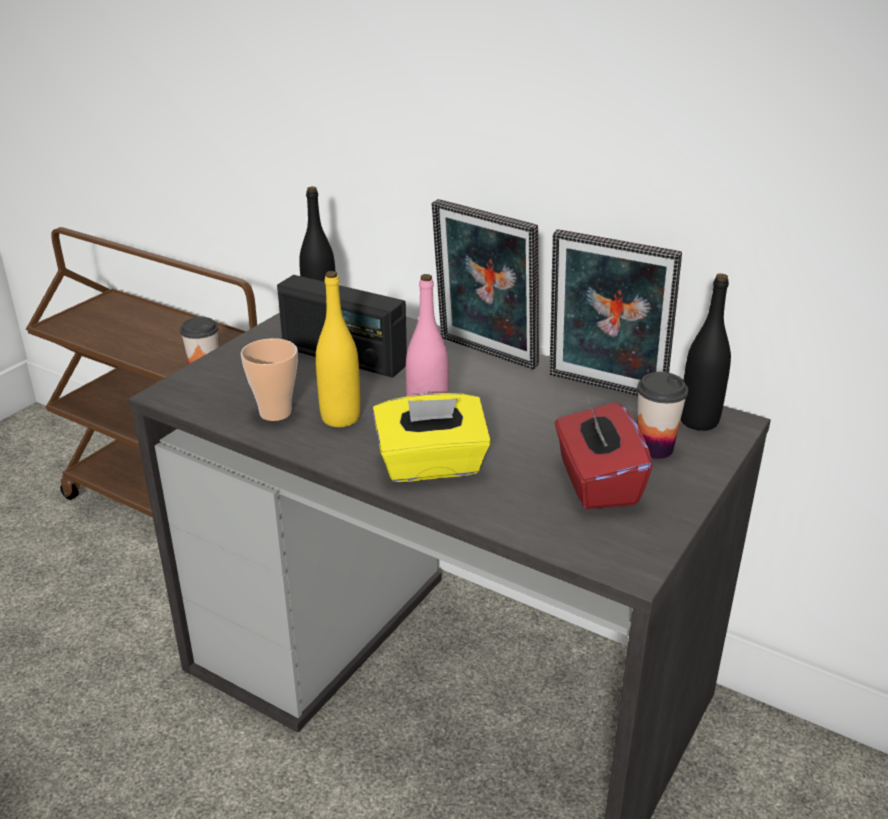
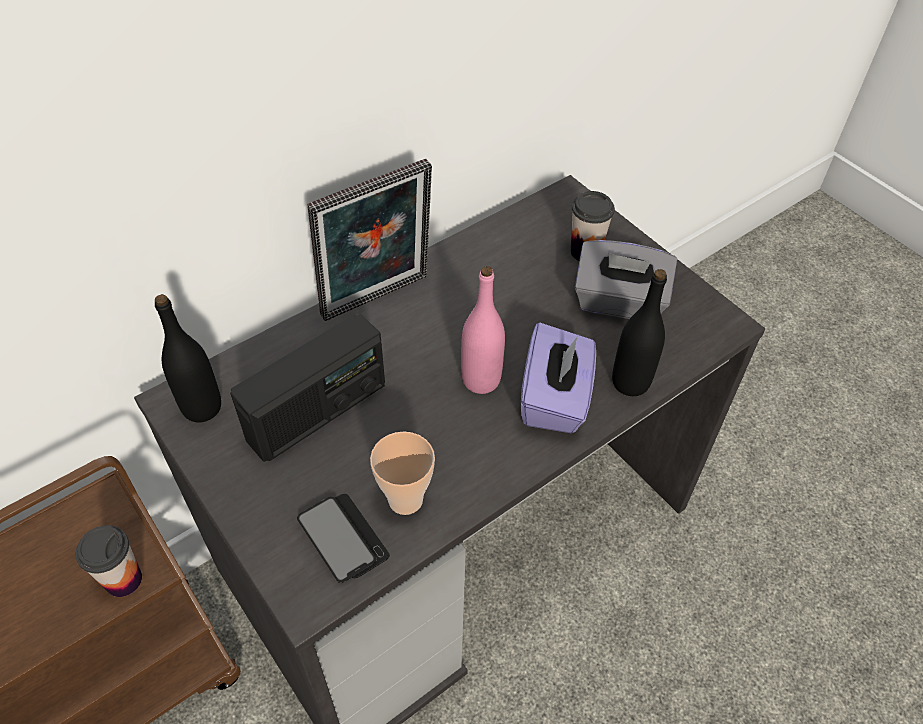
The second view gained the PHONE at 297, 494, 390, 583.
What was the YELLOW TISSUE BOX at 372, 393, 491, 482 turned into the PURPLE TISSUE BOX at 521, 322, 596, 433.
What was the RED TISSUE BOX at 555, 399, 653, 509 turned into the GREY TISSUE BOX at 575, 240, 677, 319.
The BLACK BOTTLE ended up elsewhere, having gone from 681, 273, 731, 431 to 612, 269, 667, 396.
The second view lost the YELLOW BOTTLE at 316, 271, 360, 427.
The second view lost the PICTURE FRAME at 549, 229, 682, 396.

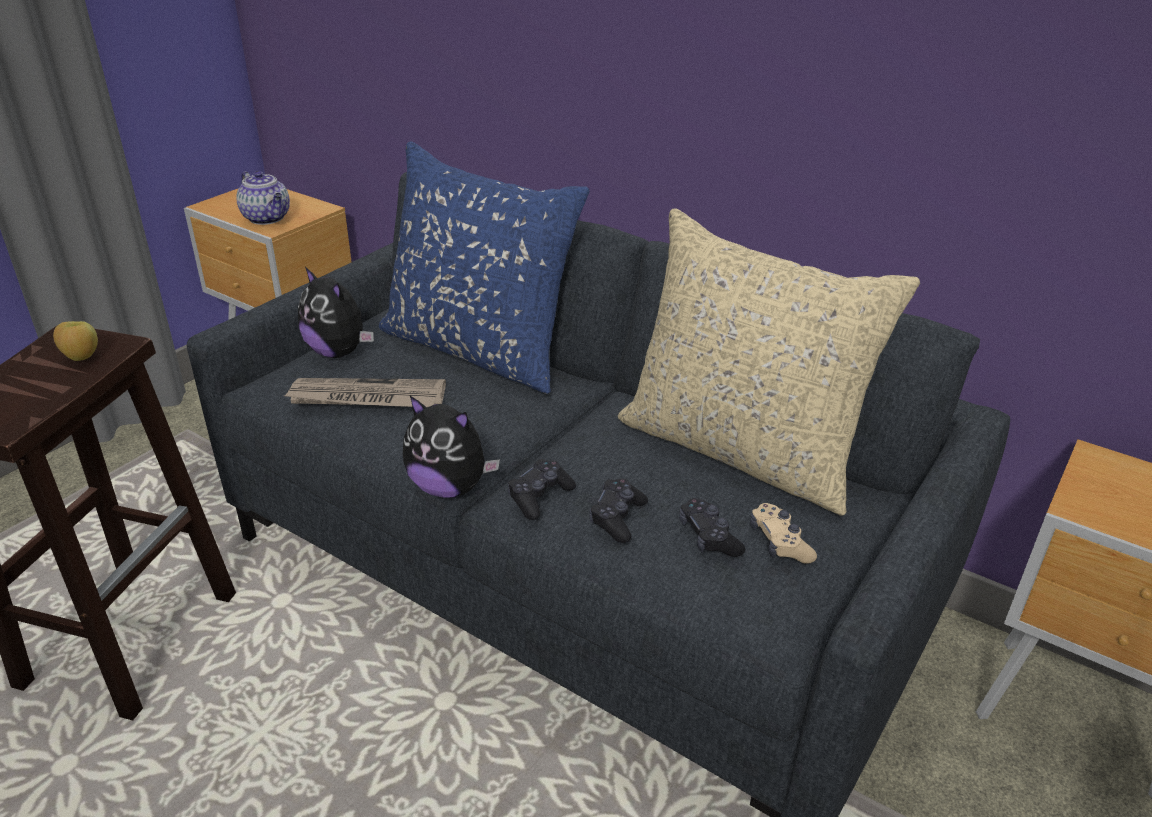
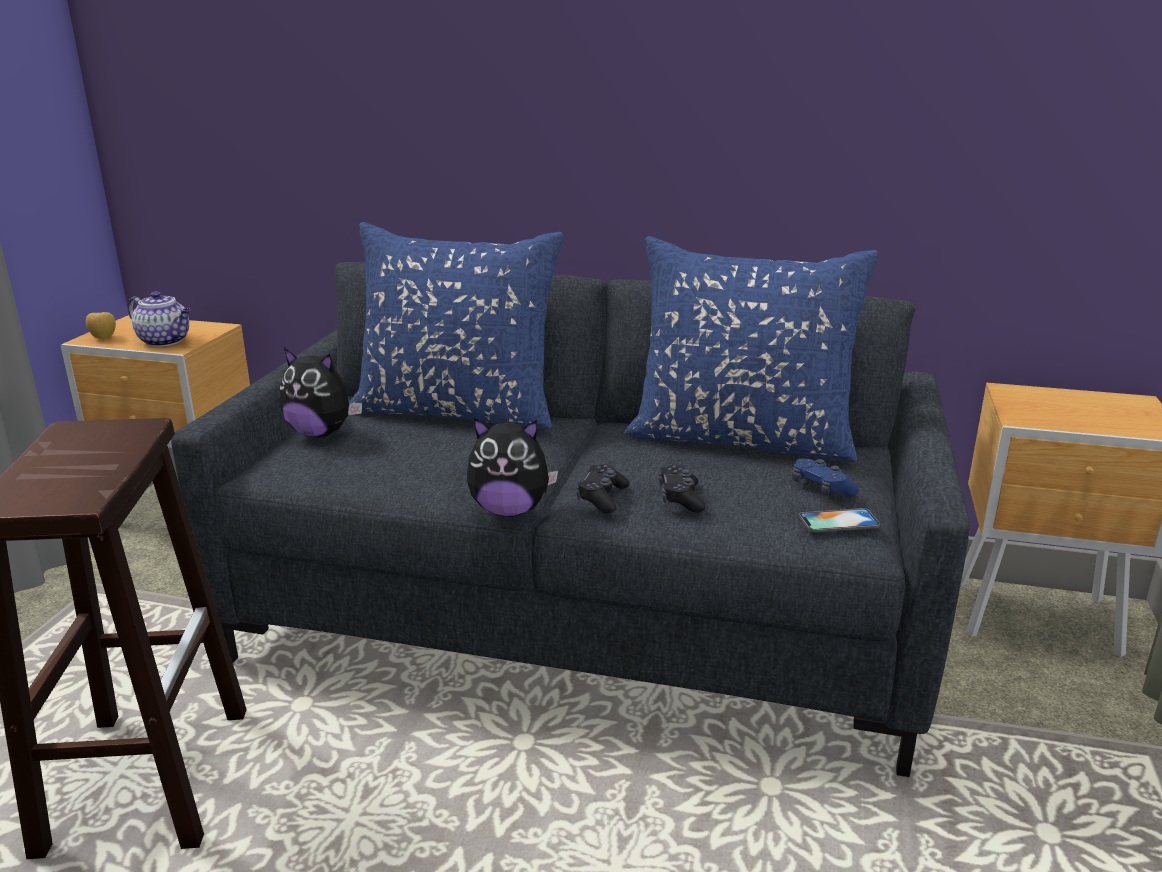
The APPLE ended up elsewhere, having gone from 53, 321, 98, 361 to 86, 312, 116, 339.
What was the BEIGE PILLOW at 618, 208, 920, 516 turned into the BLUE PILLOW at 624, 236, 879, 462.
What was the BEIGE GAME CONTROLLER at 750, 503, 817, 564 turned into the BLUE GAME CONTROLLER at 792, 459, 859, 496.
The second view gained the PHONE at 799, 508, 880, 533.
The second view lost the NEWSPAPER at 285, 378, 446, 407.
The second view lost the BLACK GAME CONTROLLER at 679, 498, 745, 557.

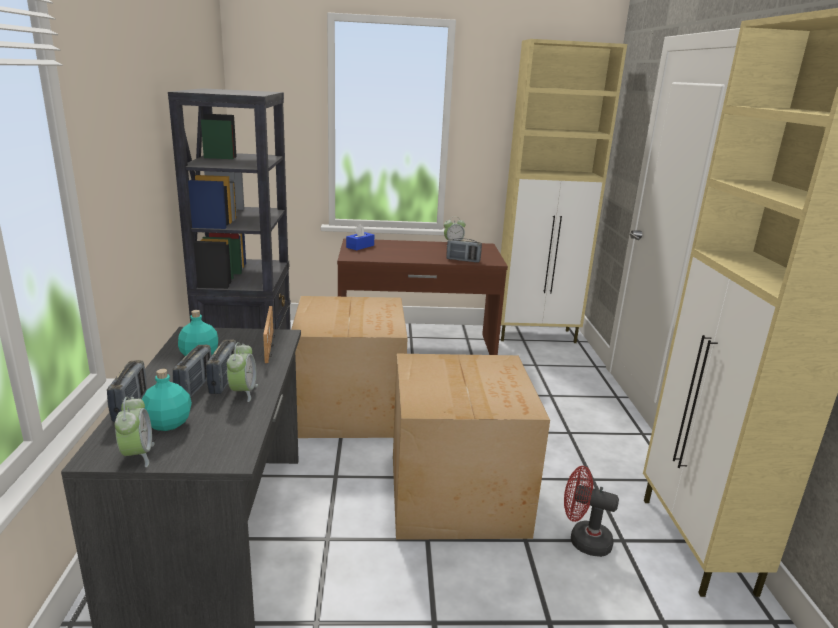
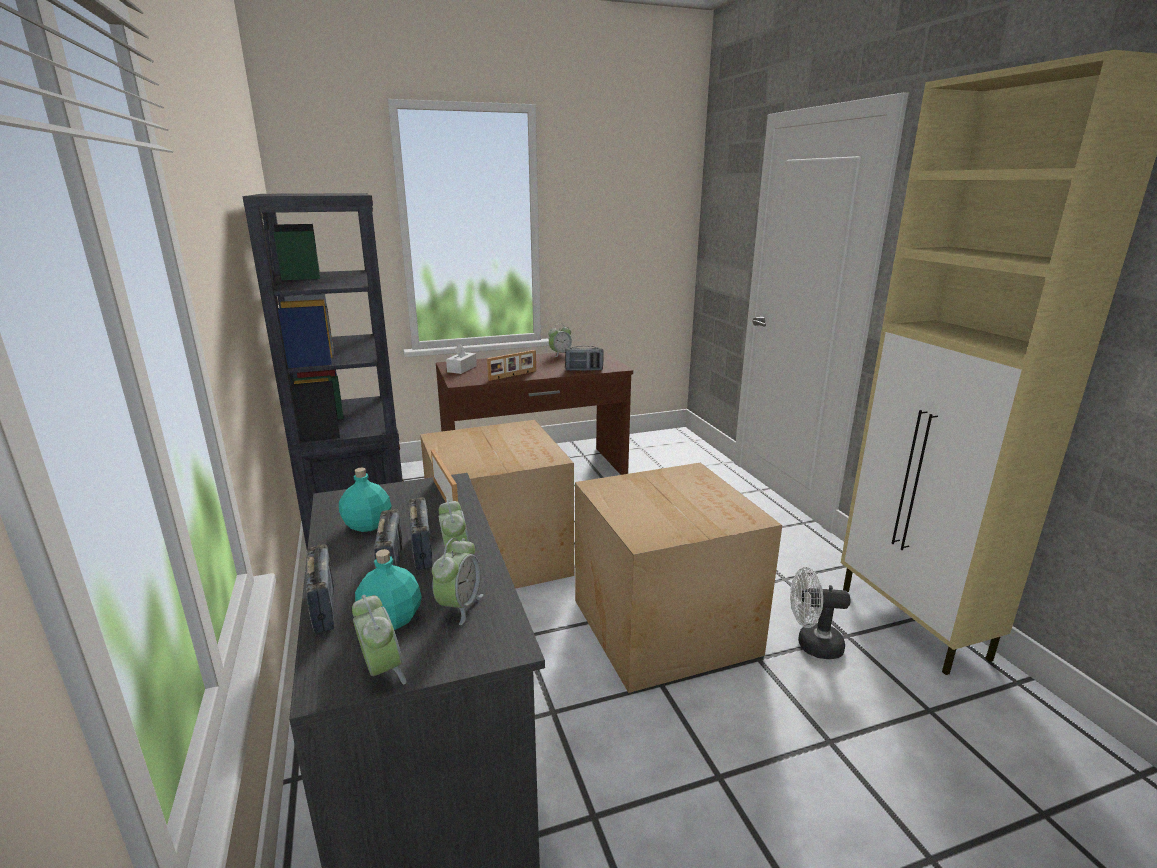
The second view gained the ALARM CLOCK at 432, 538, 483, 625.
What was the BLUE TISSUE BOX at 346, 224, 374, 251 turned into the WHITE TISSUE BOX at 446, 343, 477, 374.
The second view gained the PICTURE FRAME at 487, 350, 536, 381.
What was the RED FAN at 564, 466, 619, 557 turned into the WHITE FAN at 790, 567, 850, 659.
The second view lost the BEIGE CABINET at 501, 39, 627, 343.

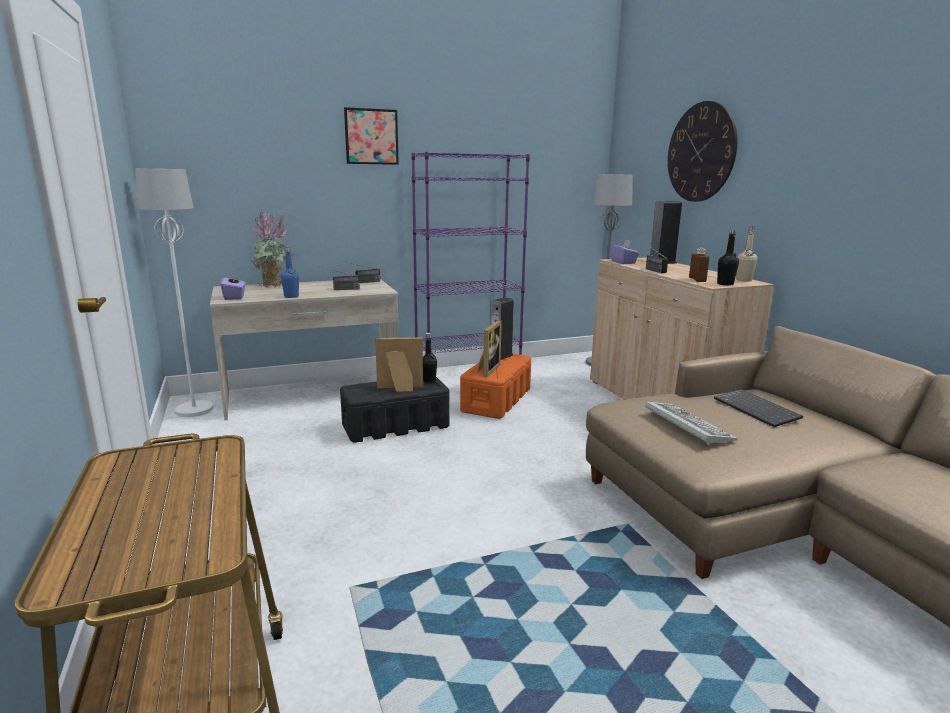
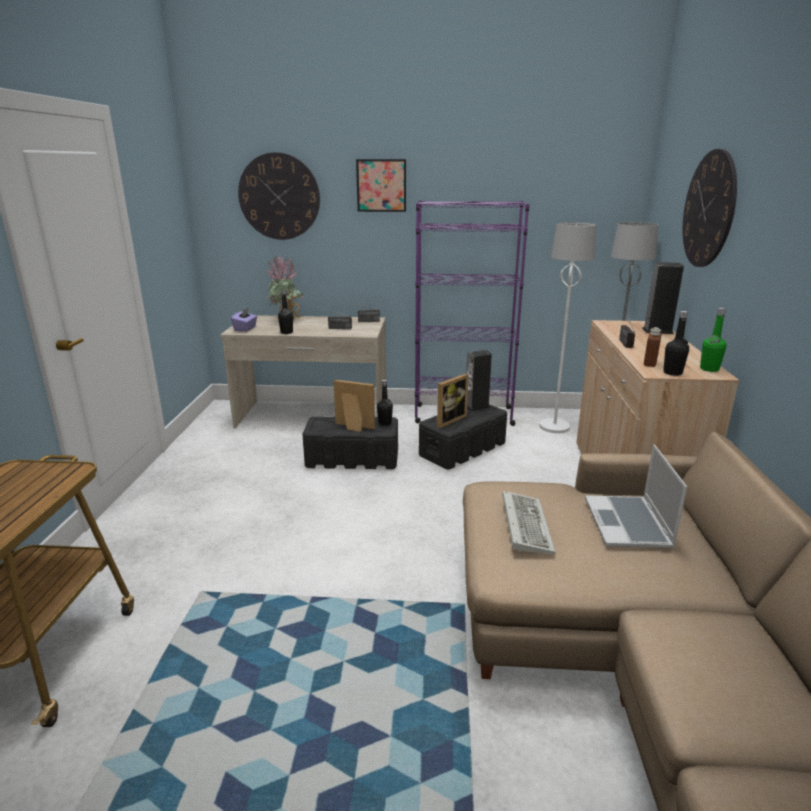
The second view gained the WALL CLOCK at 238, 152, 320, 240.
What was the BLUE BOTTLE at 281, 247, 299, 298 turned into the BLACK BOTTLE at 278, 290, 293, 334.
What was the ORANGE STORAGE BOX at 460, 353, 531, 419 turned into the BLACK STORAGE BOX at 419, 405, 507, 469.
The WHITE FLOOR LAMP ended up elsewhere, having gone from 135, 169, 214, 417 to 539, 222, 596, 433.
Where the KEYBOARD stood at 714, 389, 803, 427, the LAPTOP came to stand at 585, 444, 687, 548.
What was the BEIGE BOTTLE at 736, 226, 757, 281 turned into the GREEN BOTTLE at 700, 308, 727, 372.
The second view lost the PURPLE TISSUE BOX at 610, 240, 639, 264.

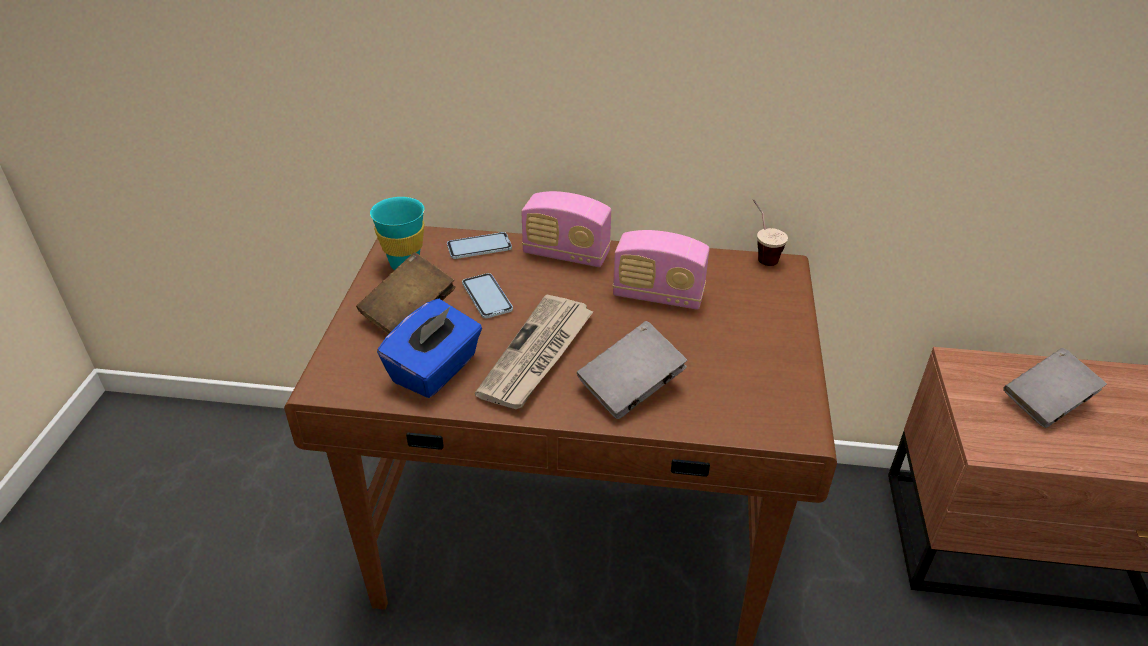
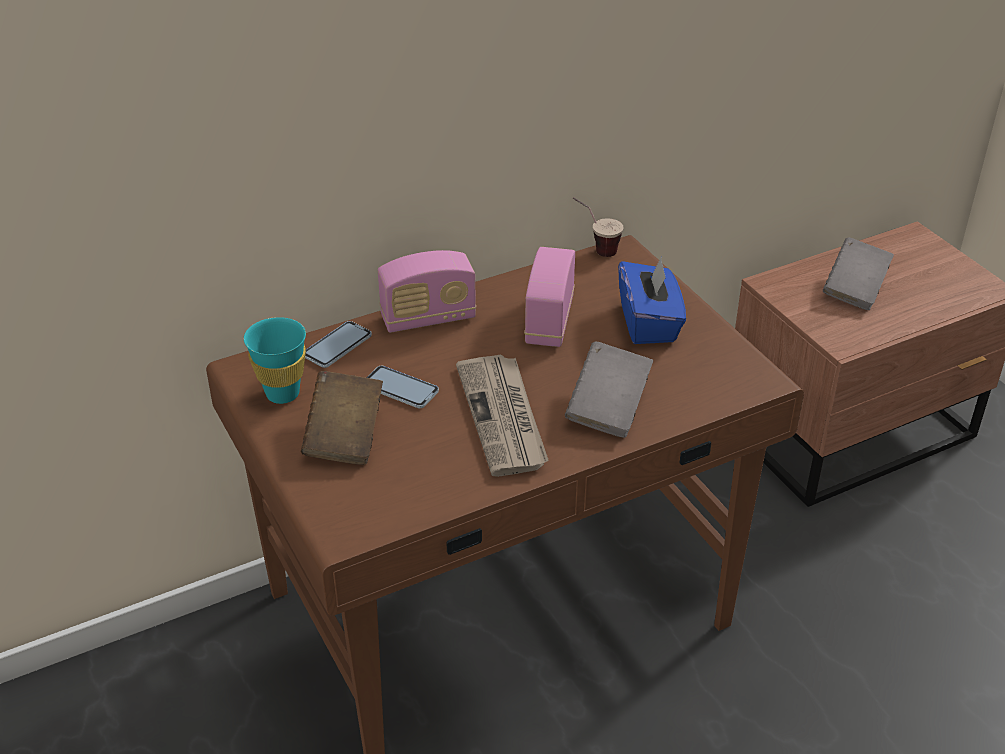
The RADIO at 613, 230, 710, 310 ended up facing another way, 120 degrees clockwise from before.
The BLUE TISSUE BOX ended up elsewhere, having gone from 377, 299, 482, 398 to 618, 256, 686, 344.

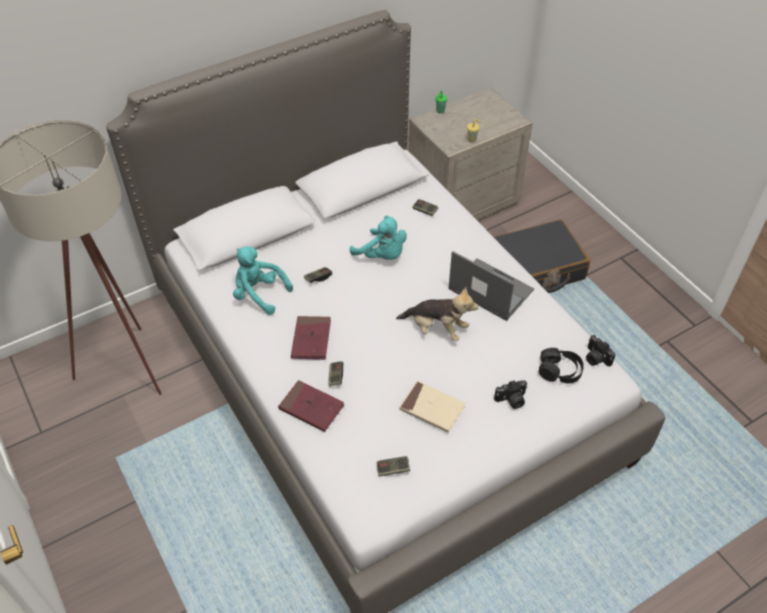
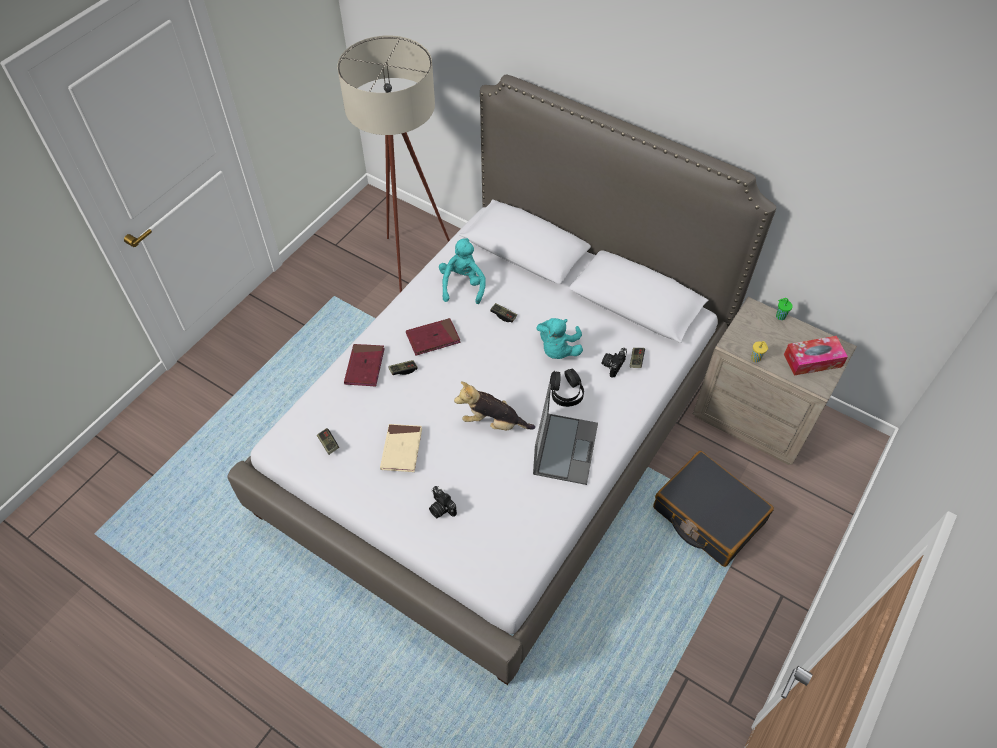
The PLUSH TOY at 396, 286, 479, 341 ended up facing another way, 105 degrees clockwise from before.
The BLACK HEADPHONES ended up elsewhere, having gone from 539, 348, 584, 383 to 549, 369, 584, 407.
The PHOTO CAMERA ended up elsewhere, having gone from 586, 335, 615, 367 to 601, 348, 627, 378.
The second view gained the TISSUE BOX at 784, 336, 848, 376.

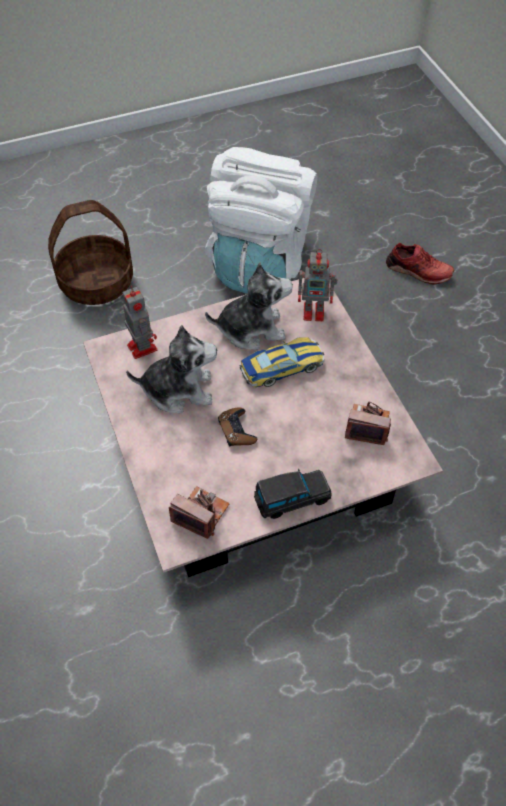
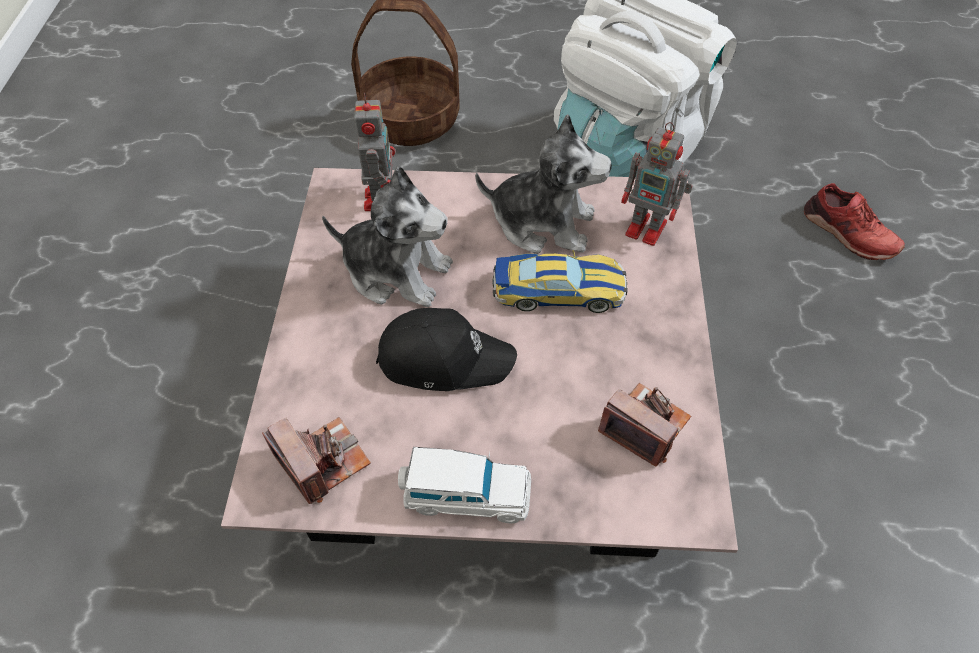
Where the BROWN GAME CONTROLLER stood at 218, 408, 257, 447, the BLACK CAP came to stand at 376, 308, 517, 391.
What was the BLACK TOY CAR at 254, 469, 332, 519 turned into the WHITE TOY CAR at 398, 447, 531, 523.

